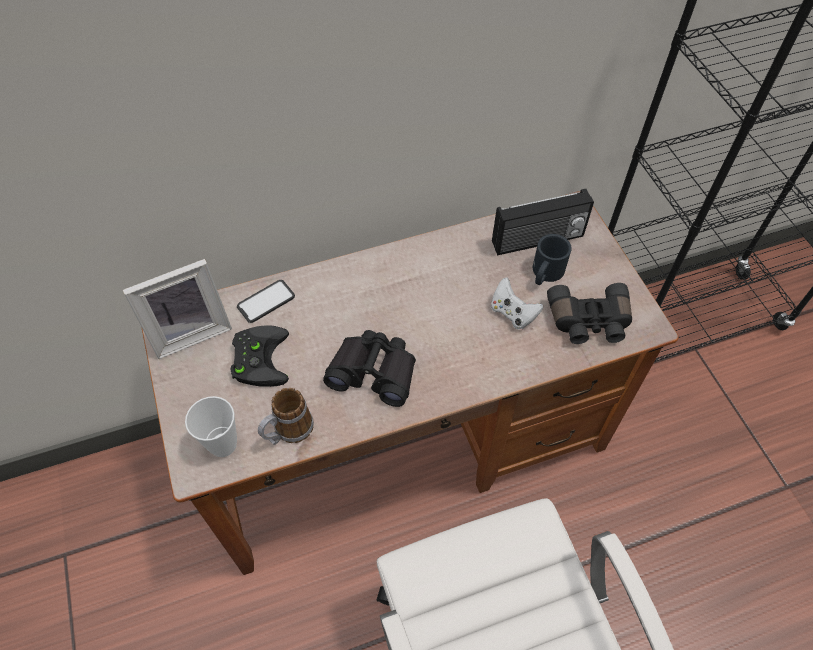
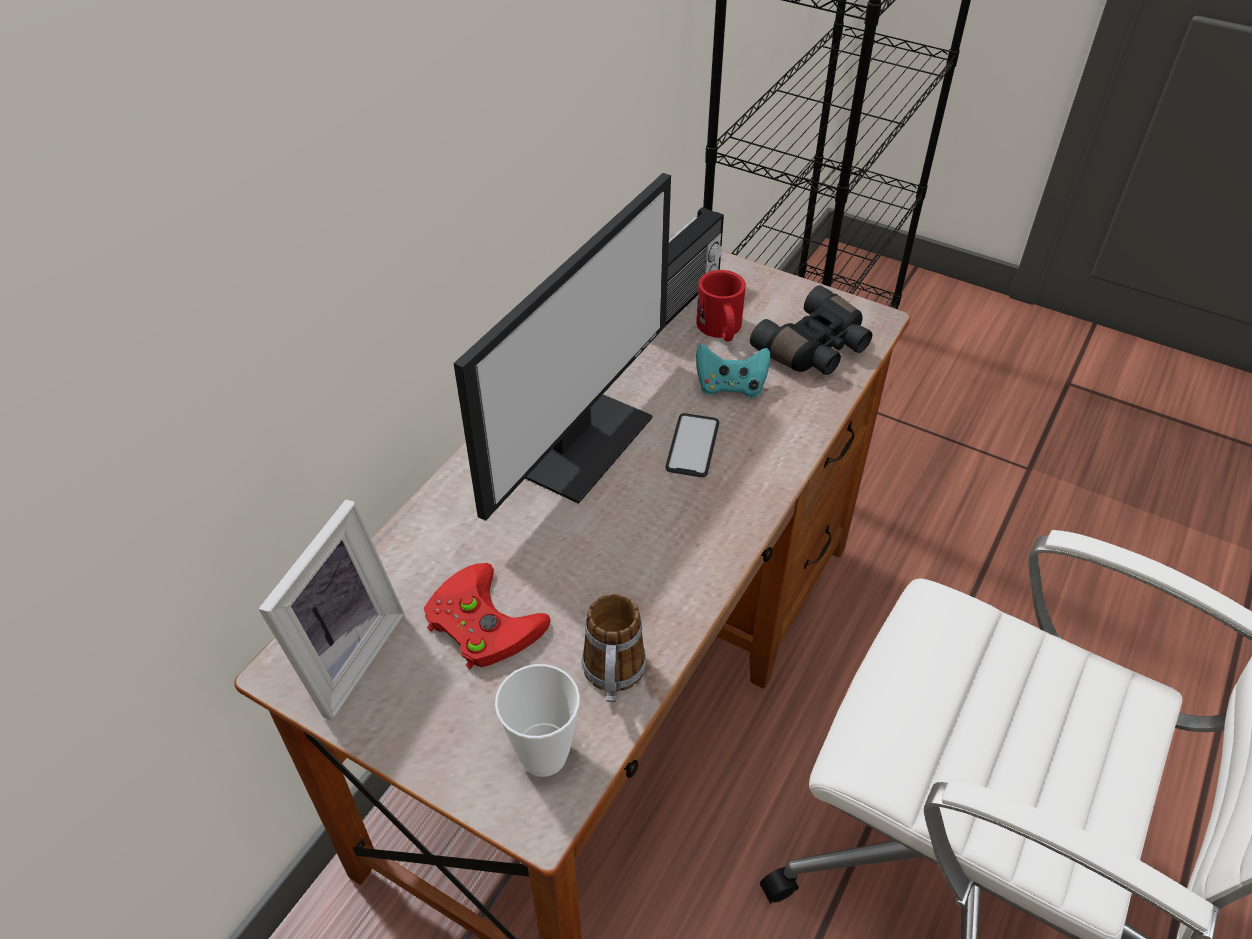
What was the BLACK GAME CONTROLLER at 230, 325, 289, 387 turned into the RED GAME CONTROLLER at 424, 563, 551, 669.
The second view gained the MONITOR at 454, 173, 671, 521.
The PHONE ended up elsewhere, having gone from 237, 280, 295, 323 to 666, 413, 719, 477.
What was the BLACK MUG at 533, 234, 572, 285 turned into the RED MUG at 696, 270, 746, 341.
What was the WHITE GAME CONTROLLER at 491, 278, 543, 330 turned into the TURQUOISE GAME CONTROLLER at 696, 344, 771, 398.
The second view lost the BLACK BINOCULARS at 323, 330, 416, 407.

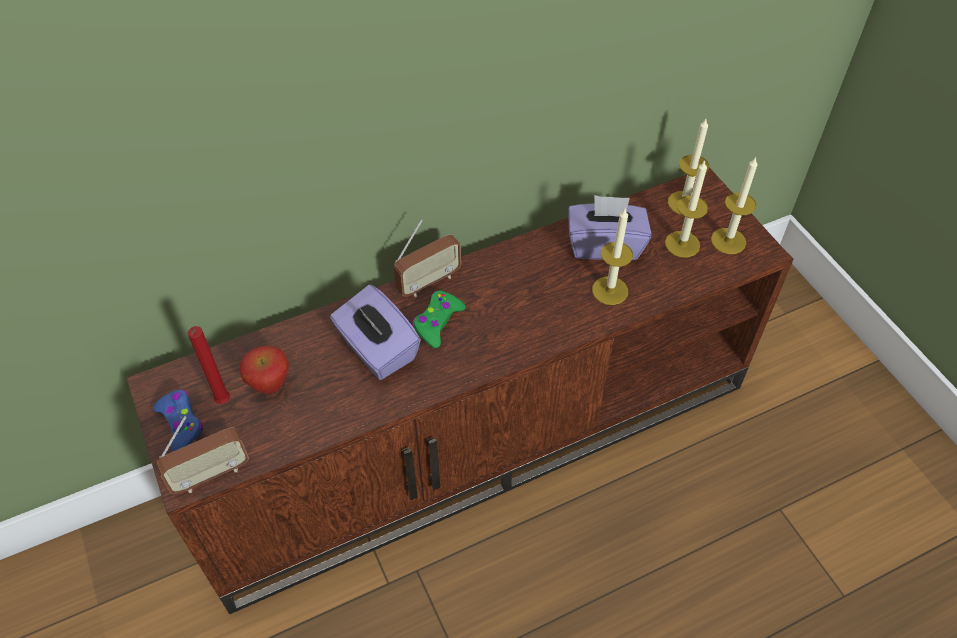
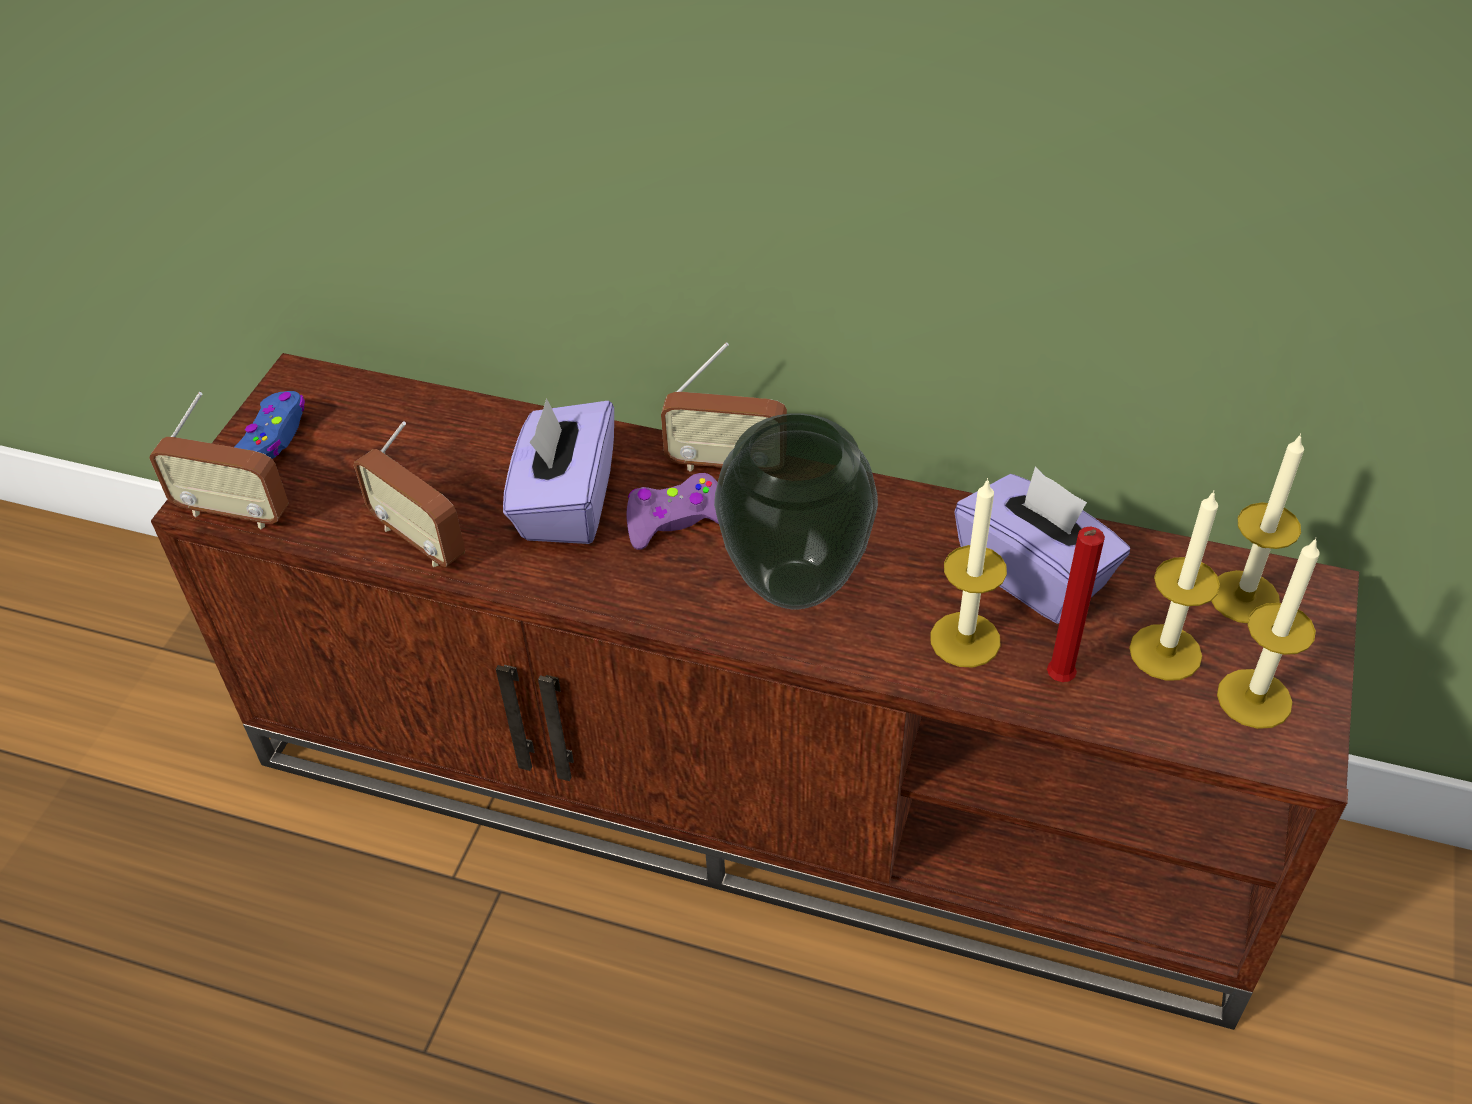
The second view gained the RADIO at 354, 422, 465, 567.
What was the GREEN GAME CONTROLLER at 412, 291, 466, 348 turned into the PURPLE GAME CONTROLLER at 627, 473, 719, 550.
The second view gained the VASE at 714, 414, 878, 609.
The RED CANDLE ended up elsewhere, having gone from 188, 326, 230, 404 to 1047, 527, 1105, 682.
The second view lost the APPLE at 239, 346, 289, 394.

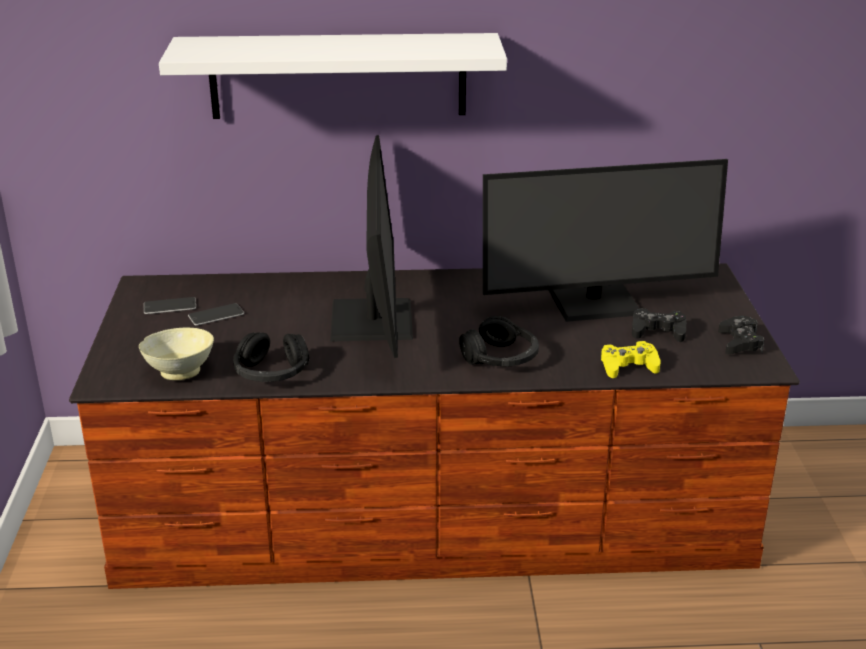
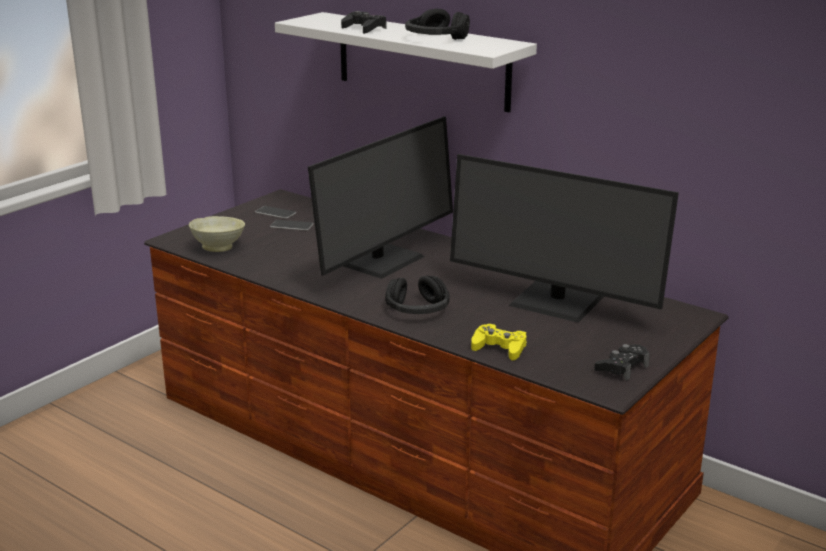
The BLACK GAME CONTROLLER ended up elsewhere, having gone from 632, 308, 686, 342 to 341, 11, 387, 34.
The BLACK HEADPHONES ended up elsewhere, having gone from 233, 332, 309, 382 to 405, 8, 470, 40.

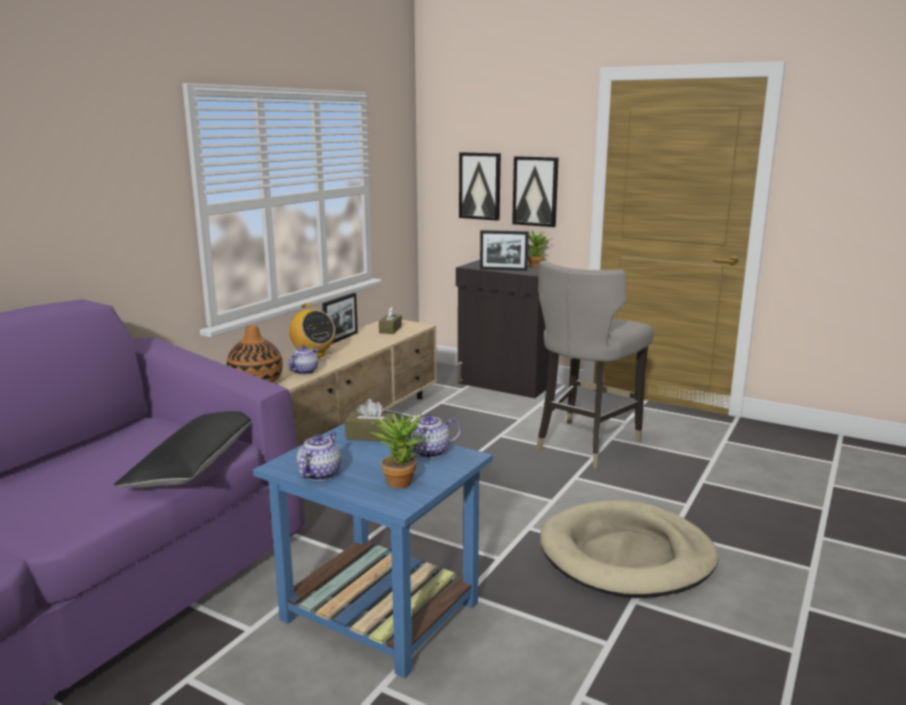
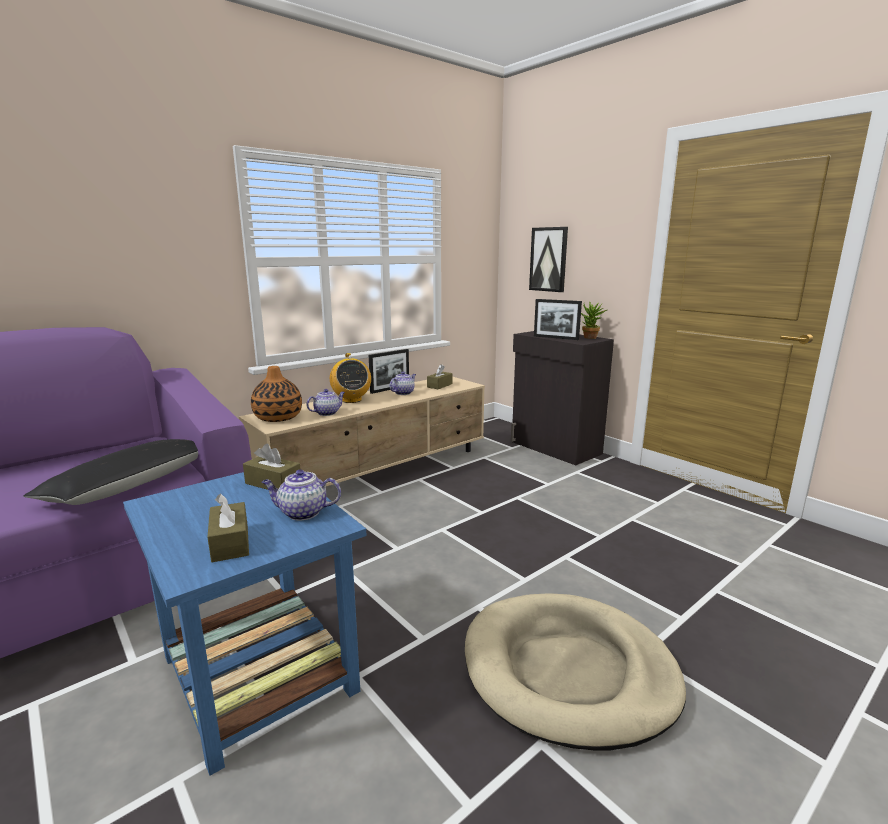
Where the POTTED PLANT stood at 370, 412, 422, 489, the BROWN TISSUE BOX came to stand at 207, 493, 249, 562.
The TEAPOT ended up elsewhere, having gone from 296, 432, 341, 481 to 389, 371, 416, 395.
The second view lost the PICTURE at 512, 156, 559, 227.
The second view lost the GREY STOOL at 536, 260, 654, 468.

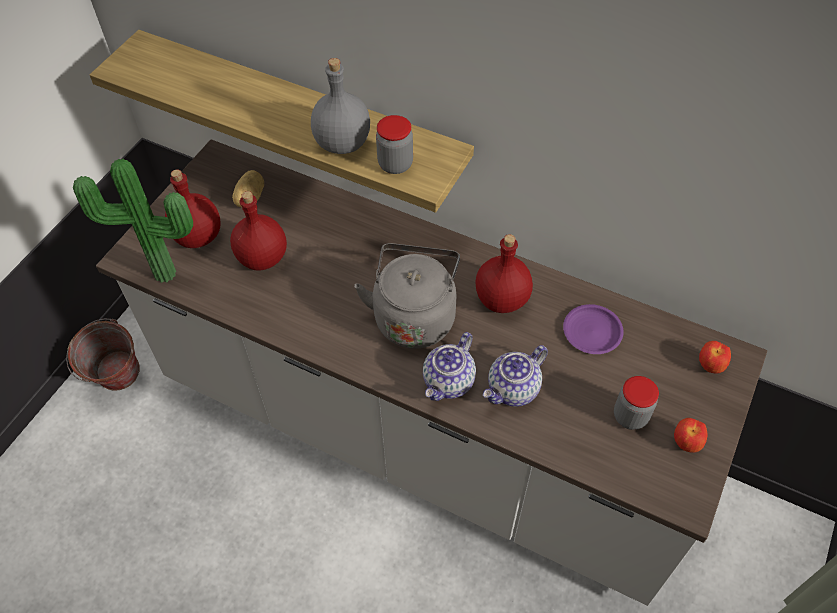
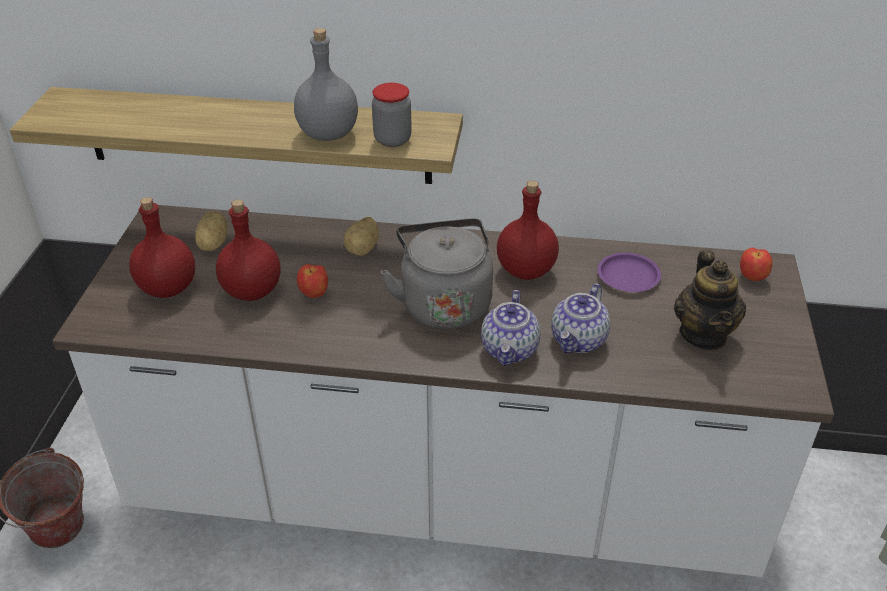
The APPLE ended up elsewhere, having gone from 674, 418, 708, 453 to 297, 264, 328, 298.
The second view gained the POTATO at 344, 217, 379, 256.
Where the JAR stood at 614, 376, 659, 430, the TEAPOT came to stand at 674, 250, 746, 350.
The second view lost the POTTED PLANT at 73, 159, 193, 283.

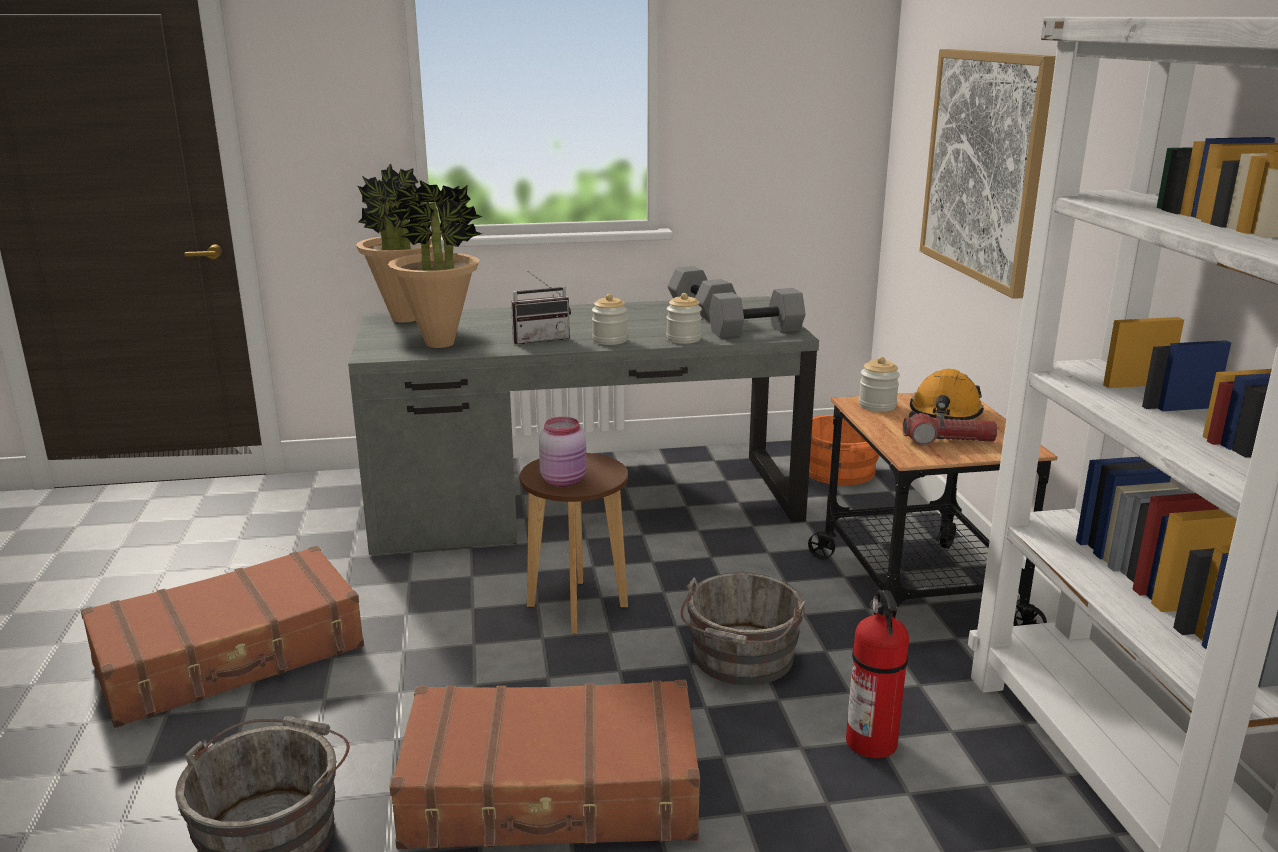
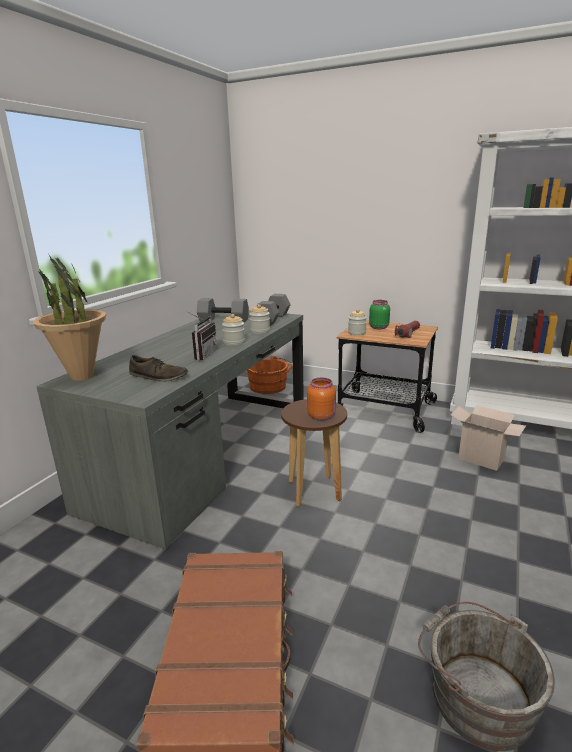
Where the POTTED PLANT stood at 388, 180, 482, 348, the BROWN SHOE came to stand at 129, 355, 188, 382.
What was the PINK JAR at 539, 417, 587, 487 turned into the ORANGE JAR at 307, 378, 336, 421.
Where the ORANGE HARD HAT stood at 910, 369, 984, 420, the GREEN JAR came to stand at 369, 300, 390, 330.
Where the FIRE EXTINGUISHER stood at 846, 590, 909, 758, the CARDBOARD BOX came to stand at 451, 405, 526, 471.
The second view lost the BROWN SUITCASE at 389, 680, 700, 849.
The second view lost the GREY BUCKET at 681, 572, 806, 685.
The second view lost the PICTURE at 920, 49, 1056, 299.

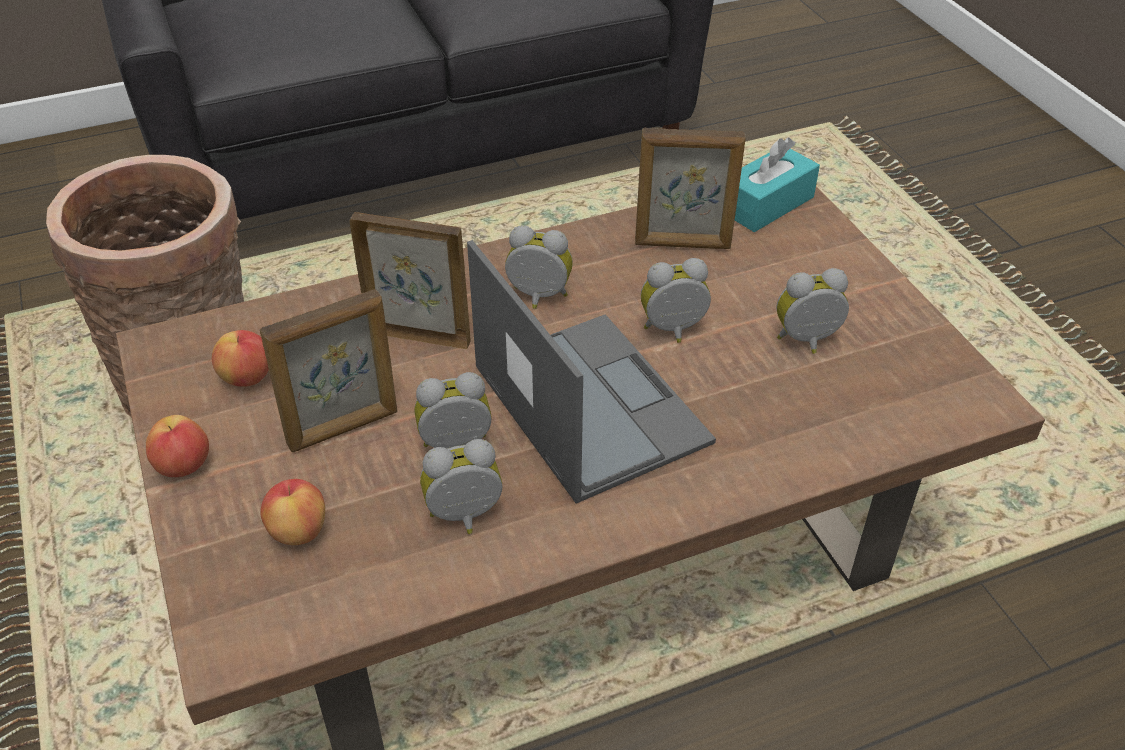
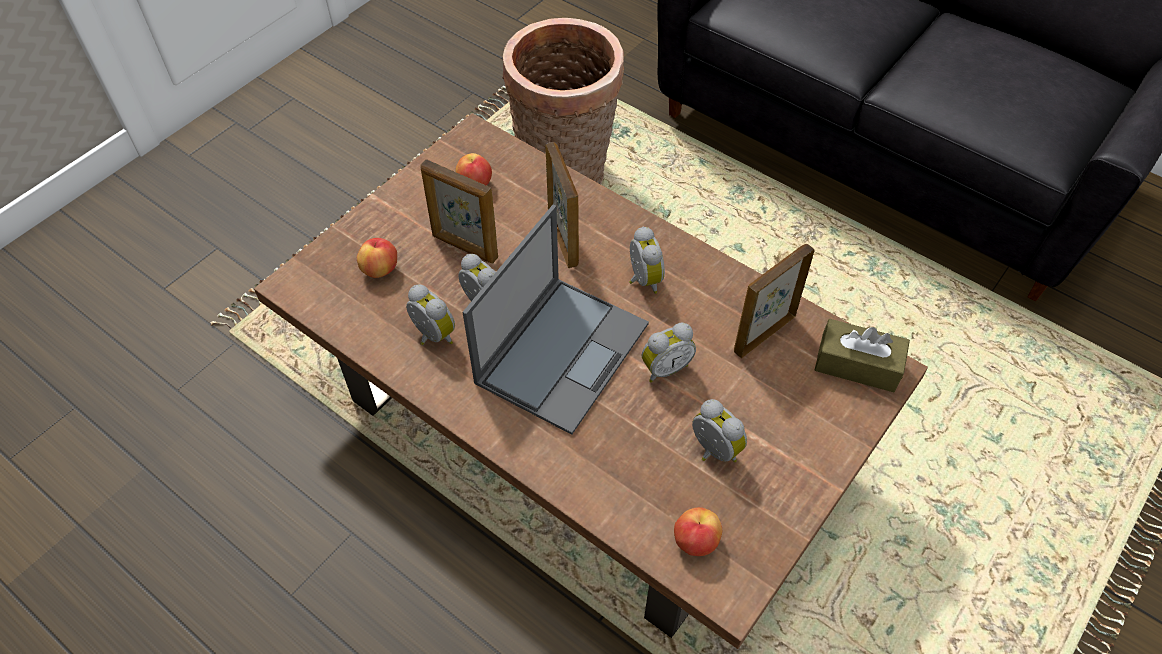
The ALARM CLOCK at 641, 258, 711, 343 ended up facing another way, 105 degrees clockwise from before.
The APPLE ended up elsewhere, having gone from 146, 415, 209, 477 to 674, 507, 722, 556.
The PICTURE FRAME at 635, 128, 745, 249 ended up facing another way, 75 degrees clockwise from before.
What was the TURQUOISE TISSUE BOX at 735, 138, 820, 232 turned into the BROWN TISSUE BOX at 815, 319, 910, 392.

